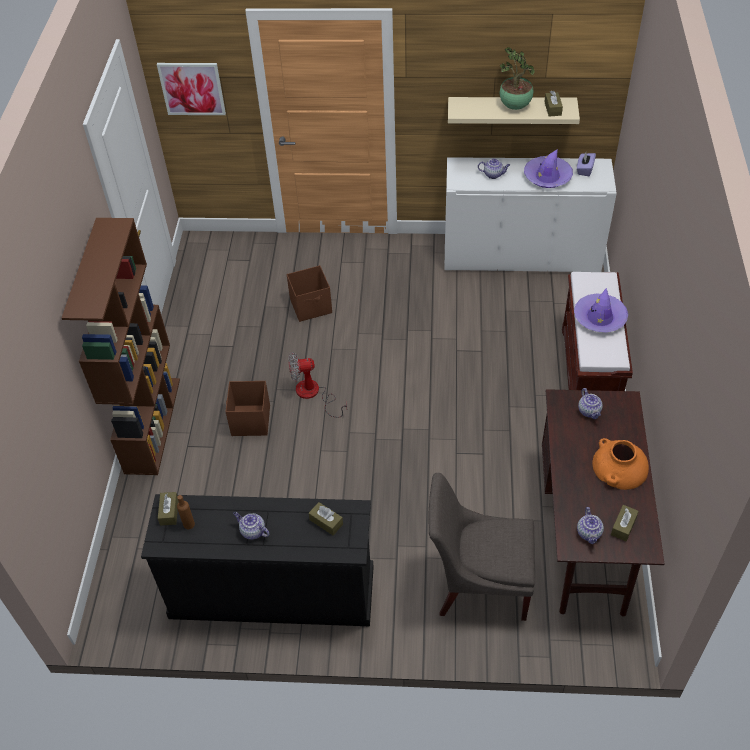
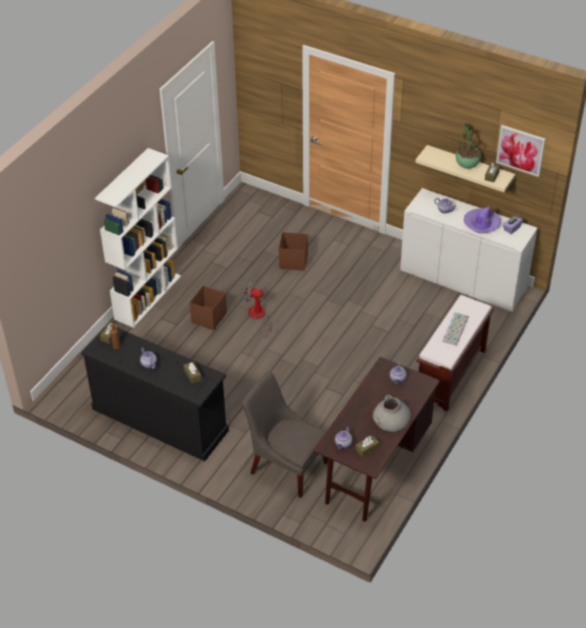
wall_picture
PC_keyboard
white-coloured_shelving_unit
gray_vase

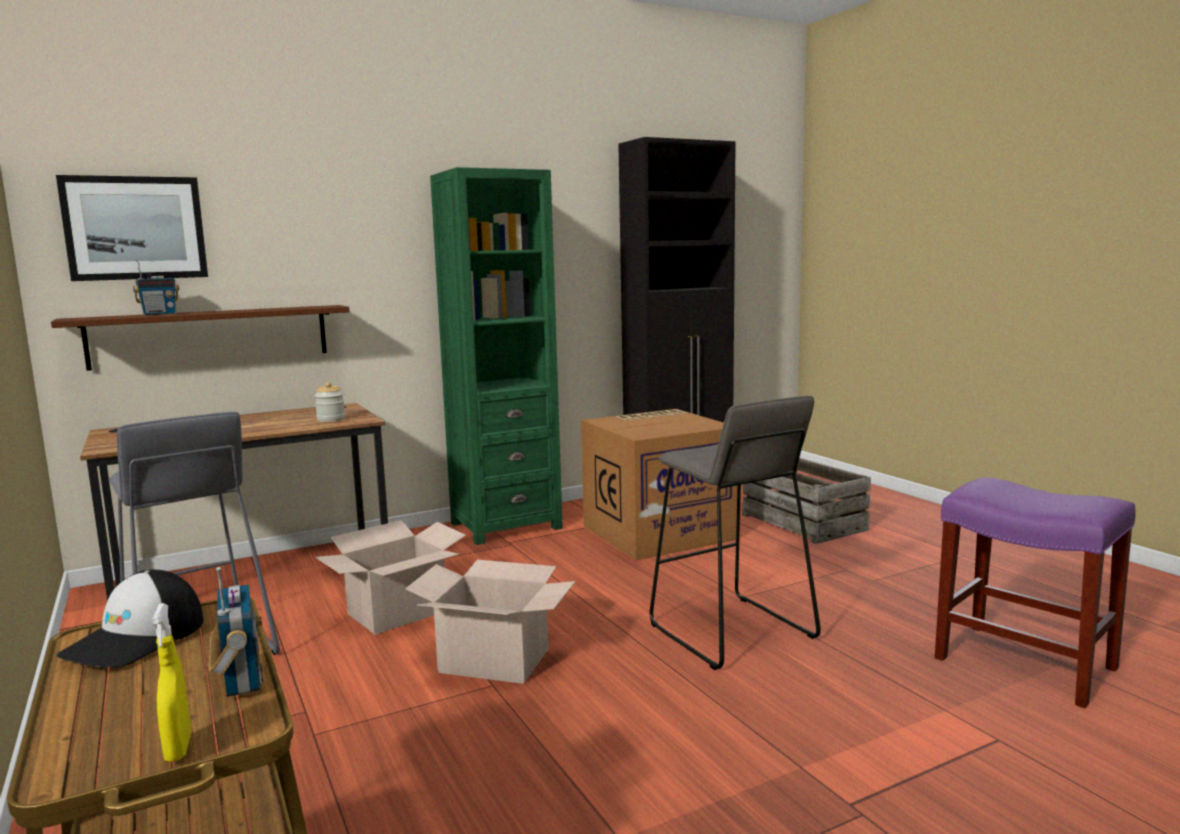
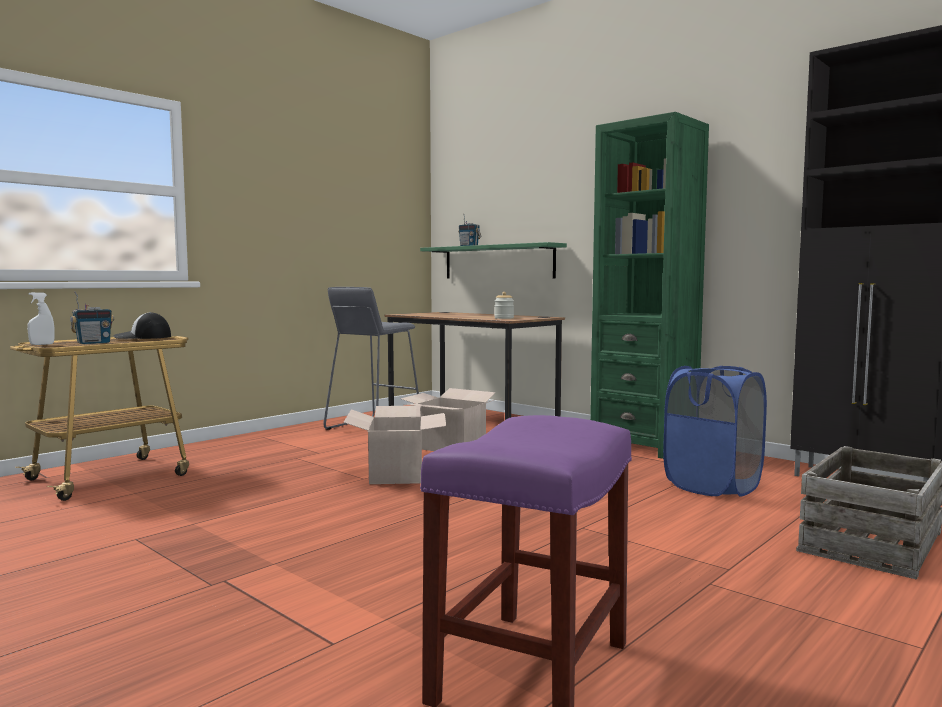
wall_picture
gray_stool_seat (no. 2 from left in the first image)
blue_washing_basket
green_shelf
white-coloured_hand_sprayer

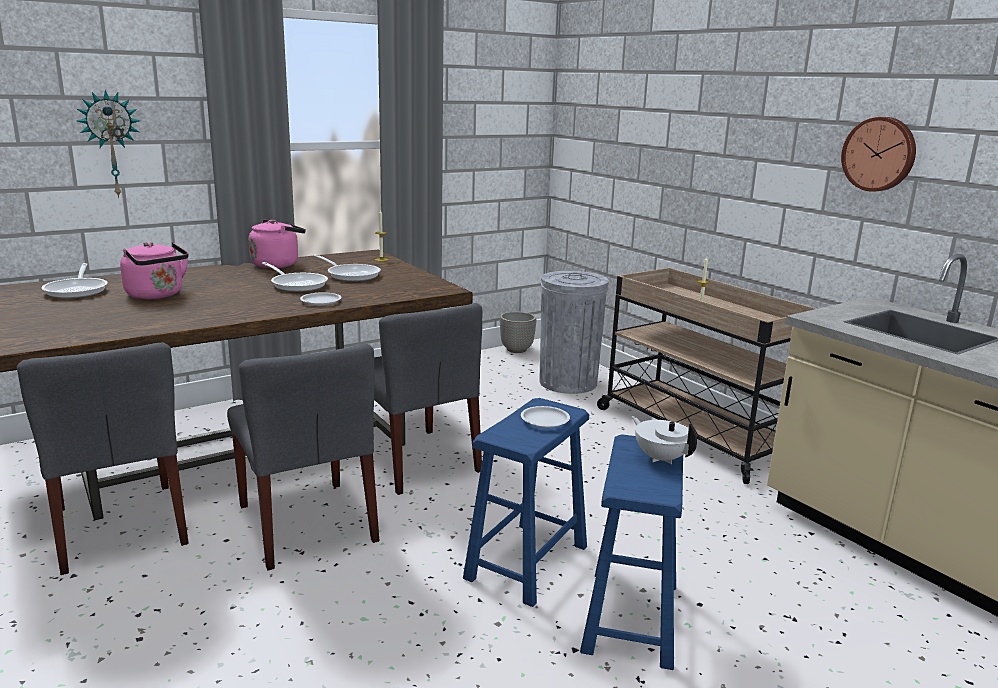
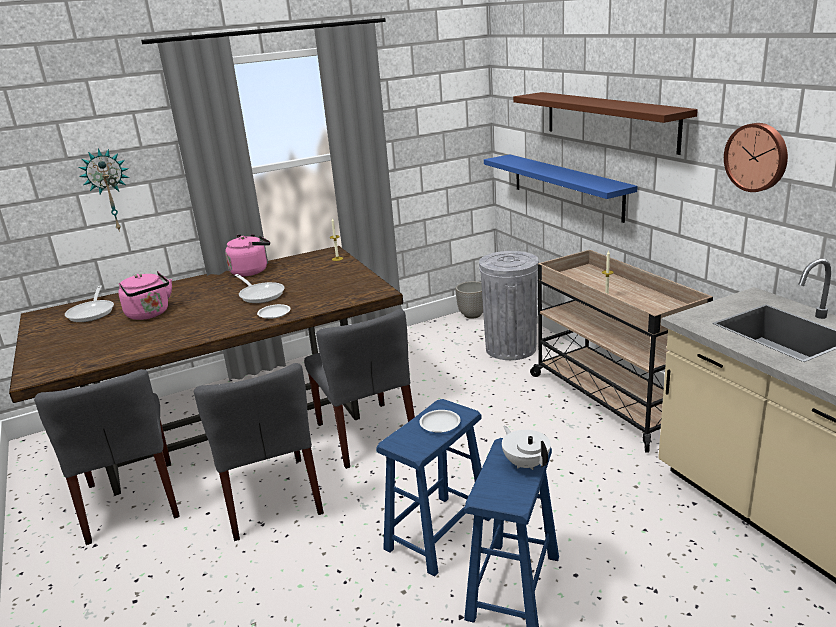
skillet (no. 3 from left in the first image)
blue_shelf
brown-coloured_shelf

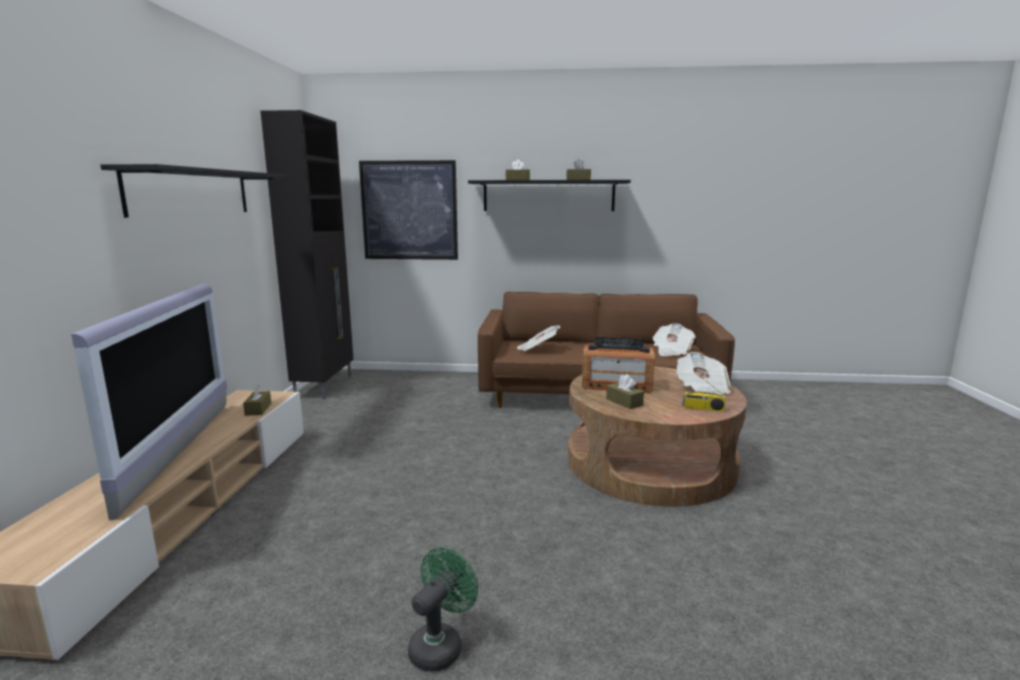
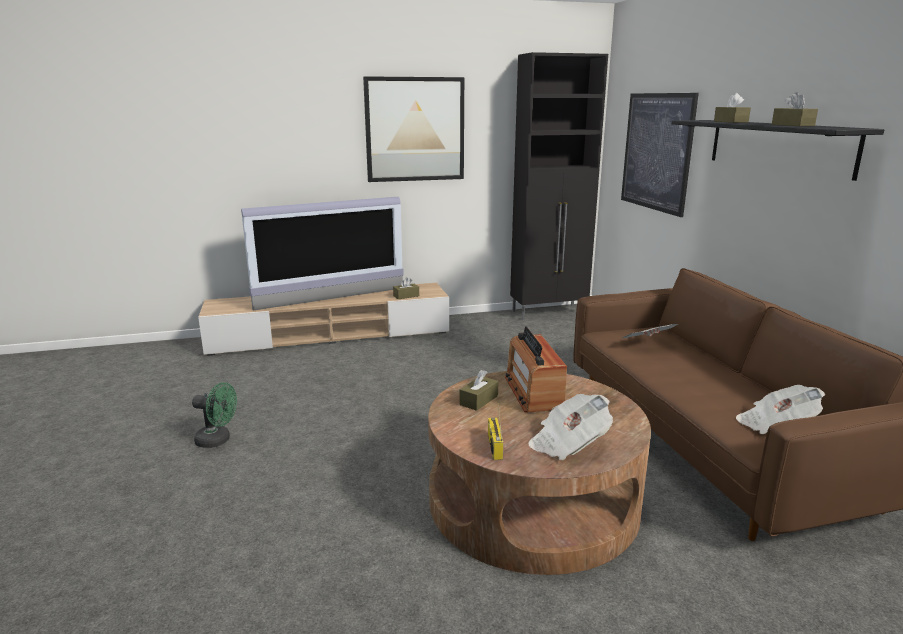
wall_picture (no. 1 from left)

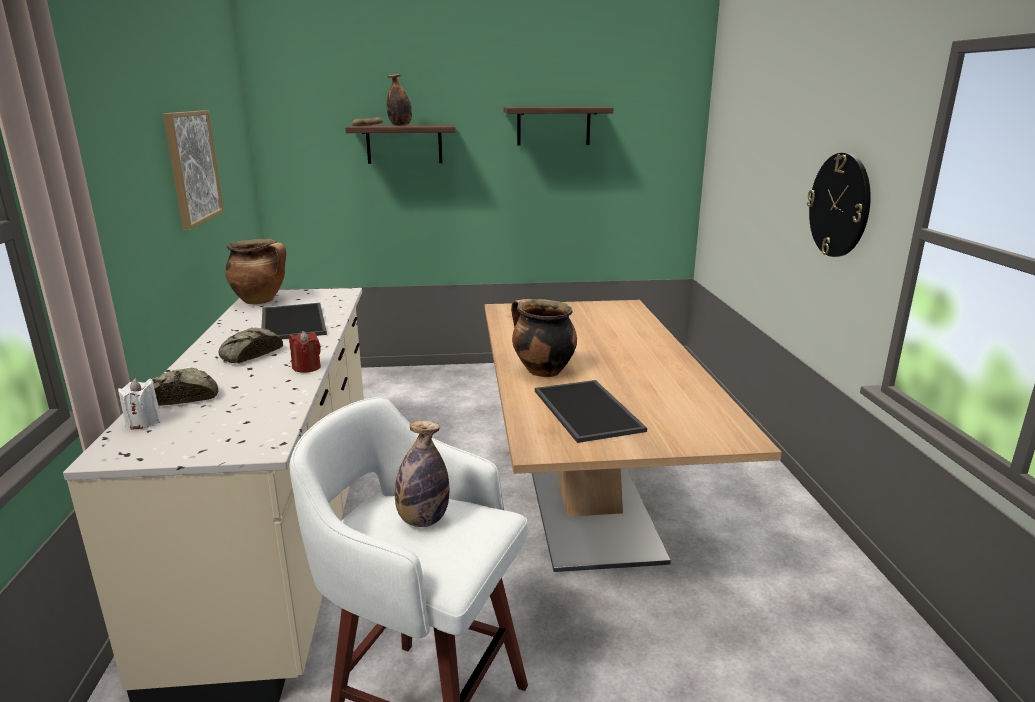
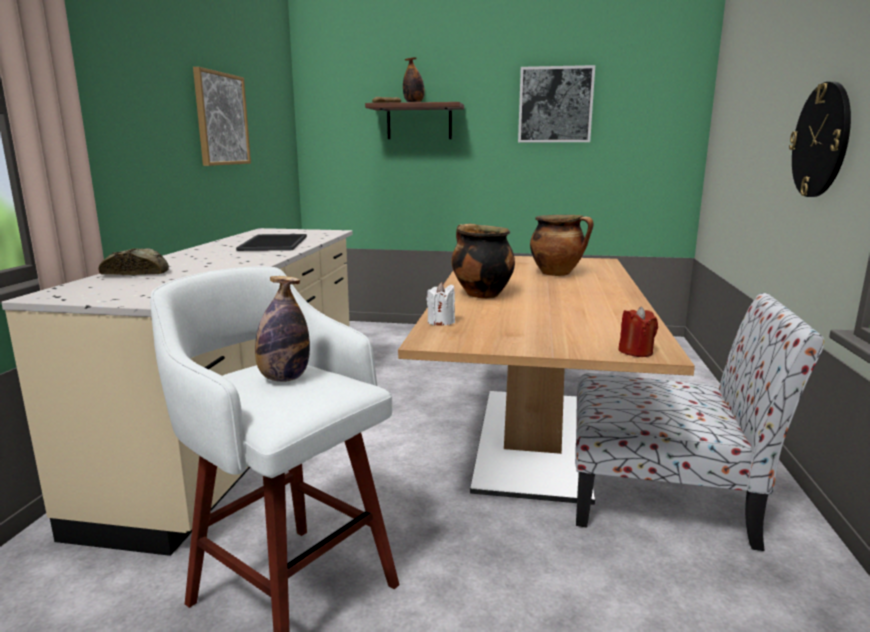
baked_bread (no. 2 from left in the first image)
carrying_tray (no. 2 from left in the first image)
chair
white-coloured_wax_light
saucepot (no. 2 from left)
red-coloured_wax_light
wall_picture (no. 2 from left)

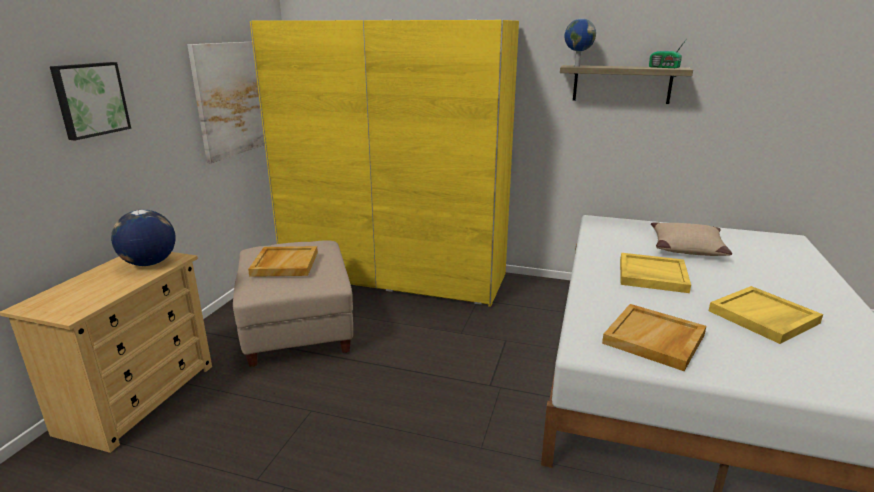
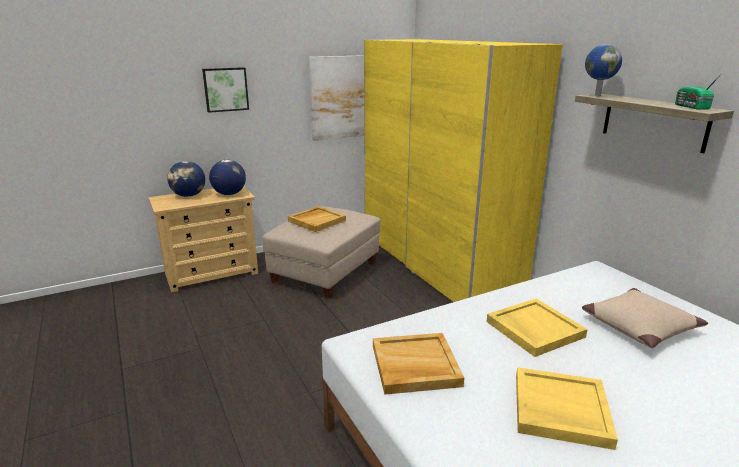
globe (no. 1 from left)

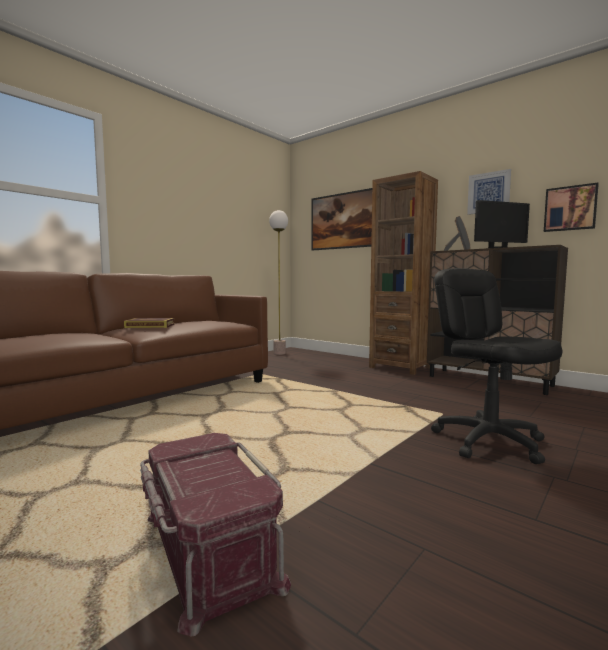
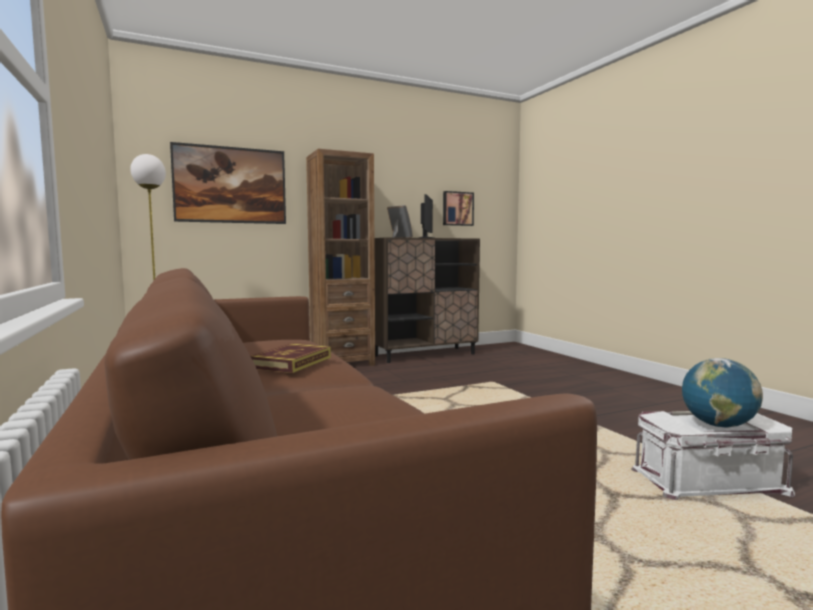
blackish_office_chair
wall_picture (no. 2 from left in the first image)
globe
white-coloured_storage_bin

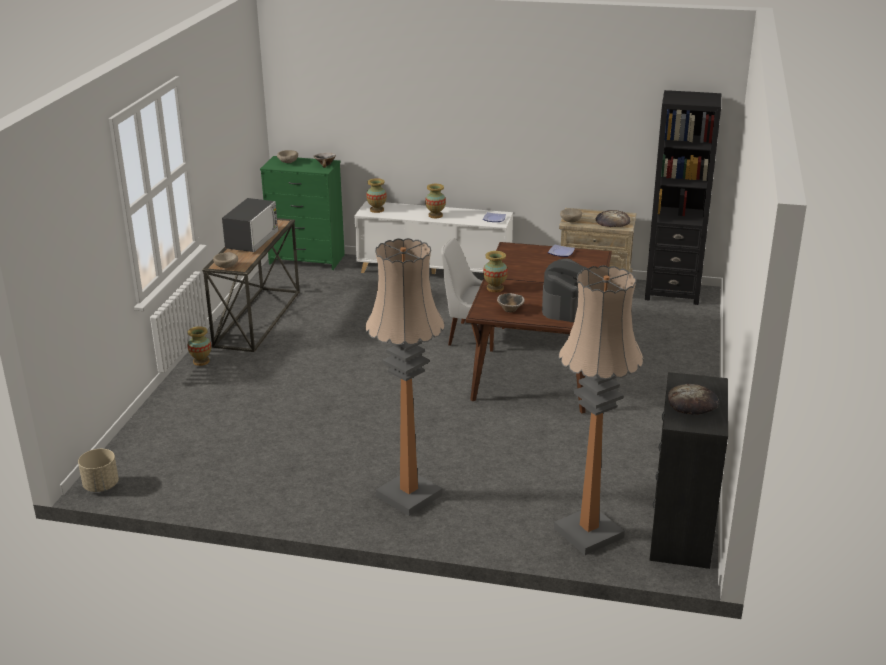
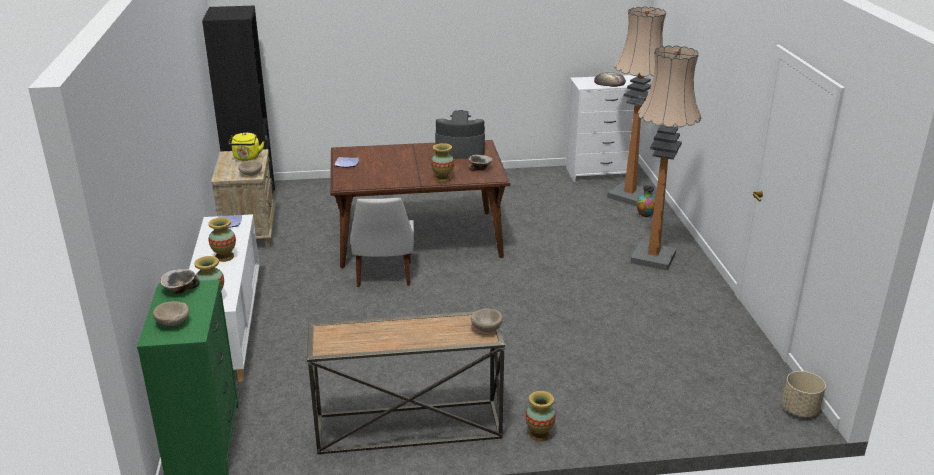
kitchen_microwave
vase (no. 5 from left)
yellow_water_kettle
white-coloured_drawer_chest

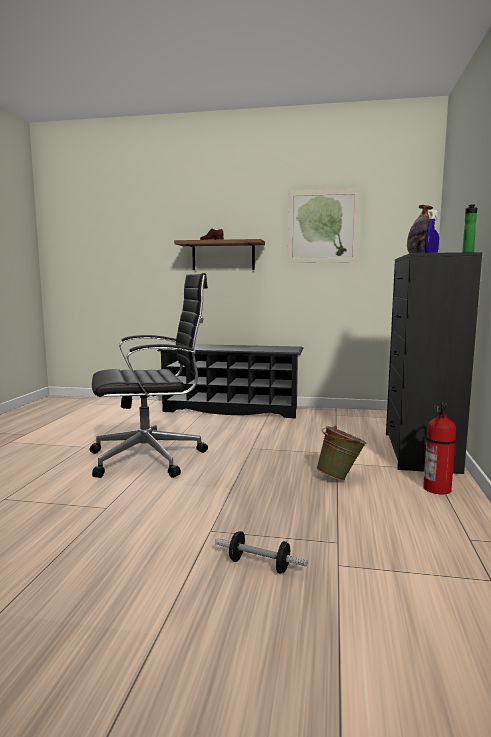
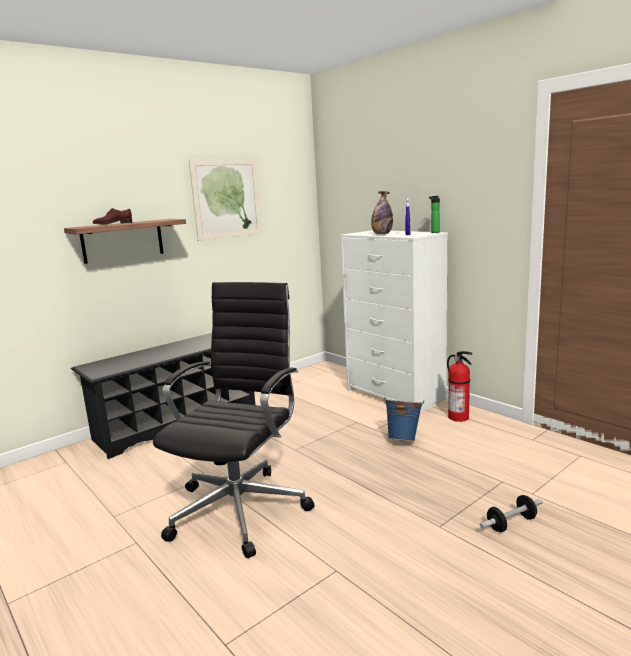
blue_pail
white-coloured_drawer_chest

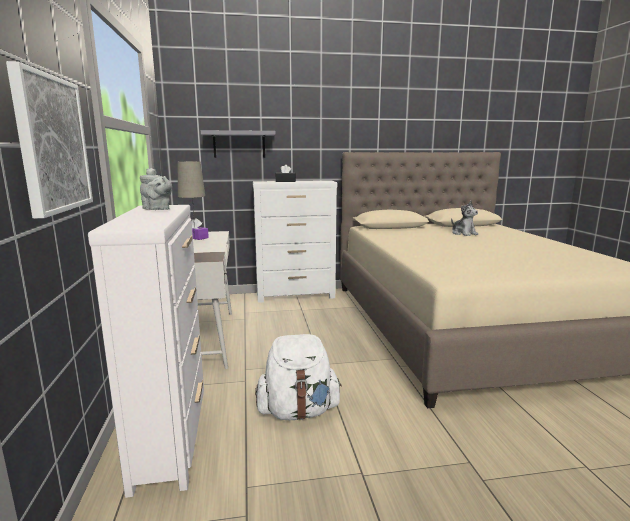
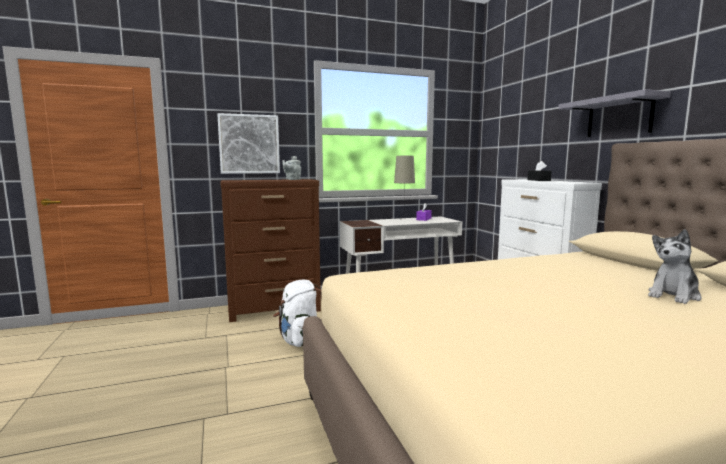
gray_shelf
brown-coloured_drawer_chest

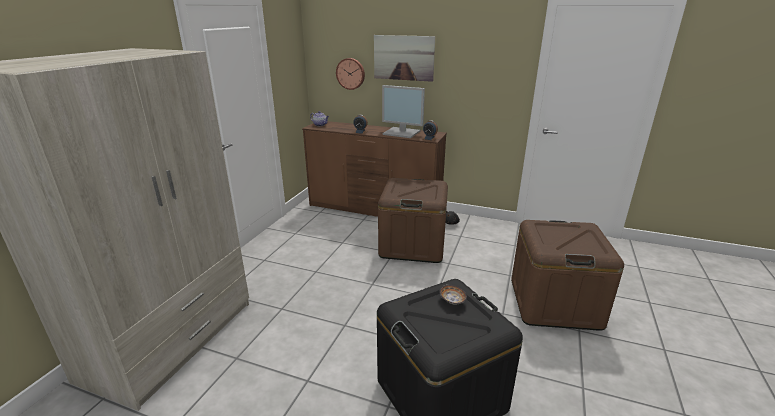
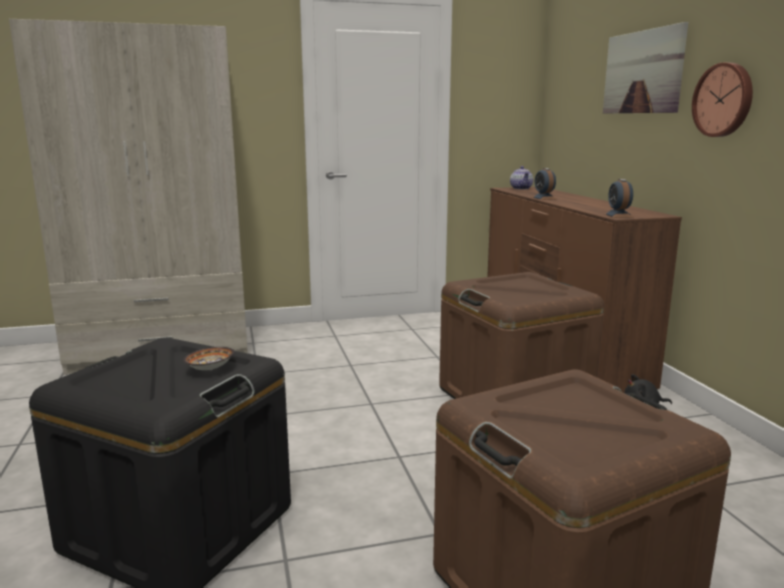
computer_screen
wall_clock

